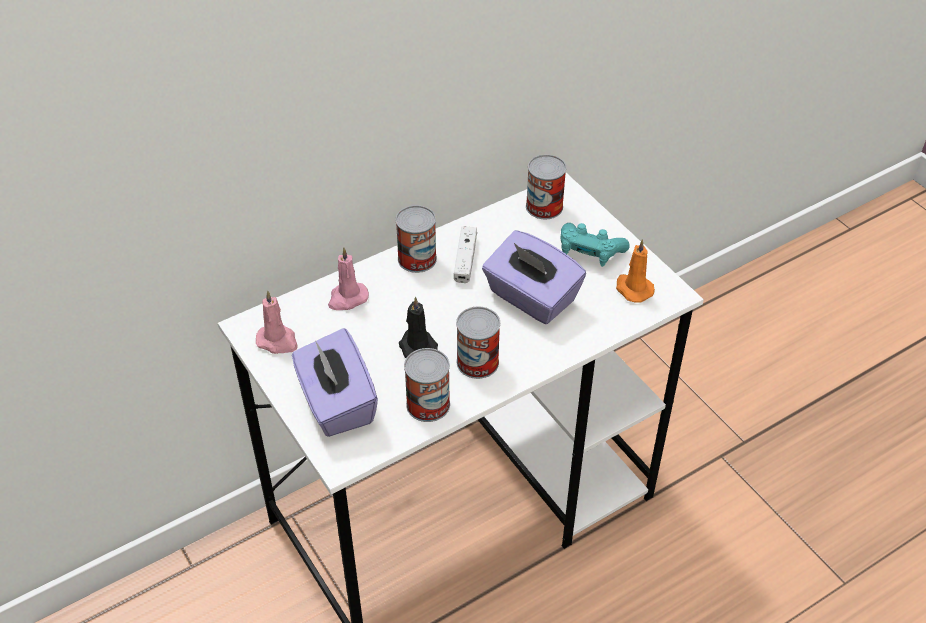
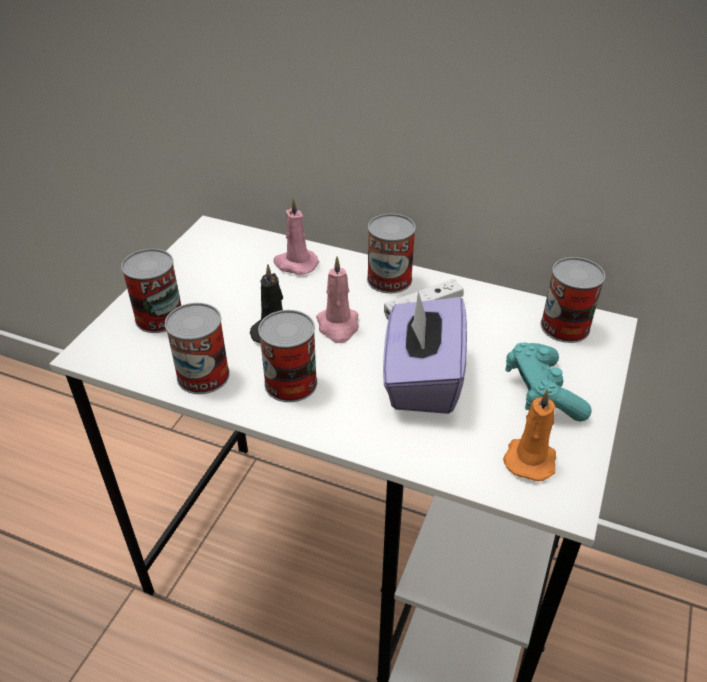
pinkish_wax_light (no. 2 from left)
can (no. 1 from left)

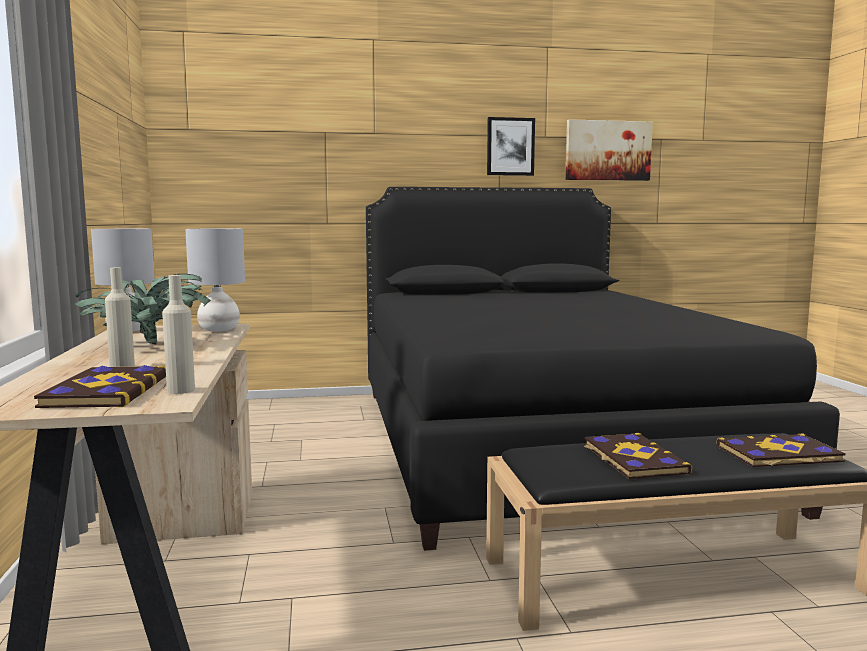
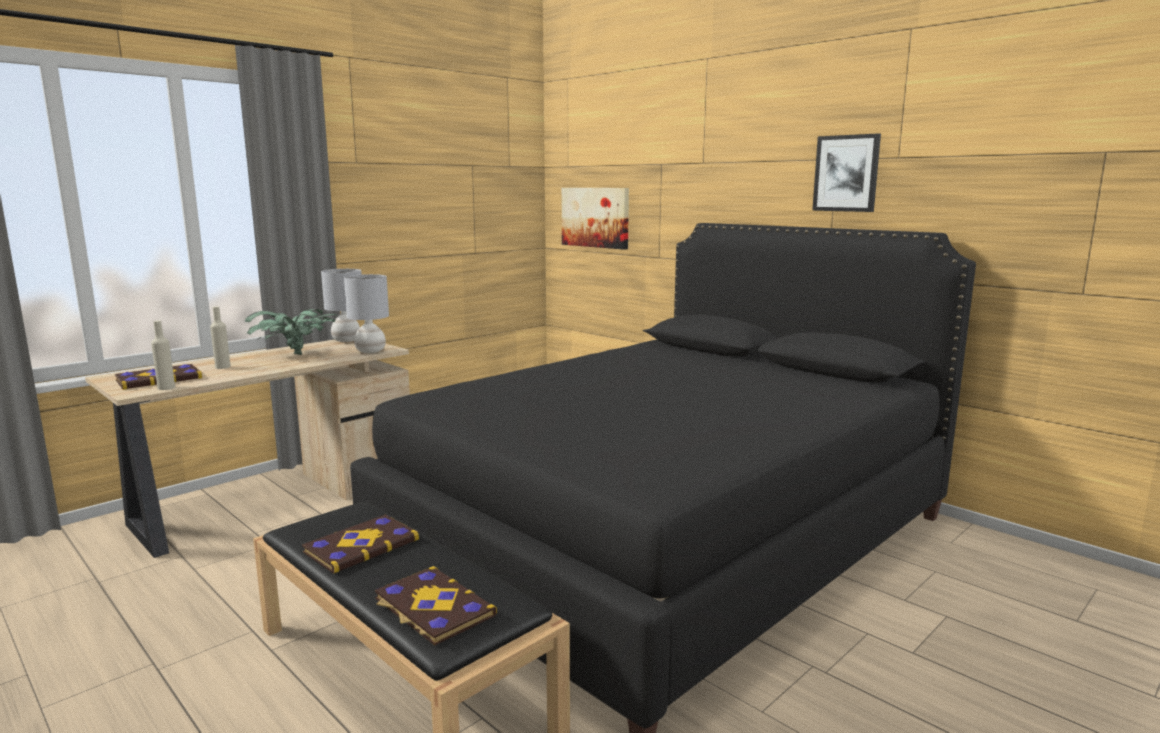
wall_picture (no. 1 from left)

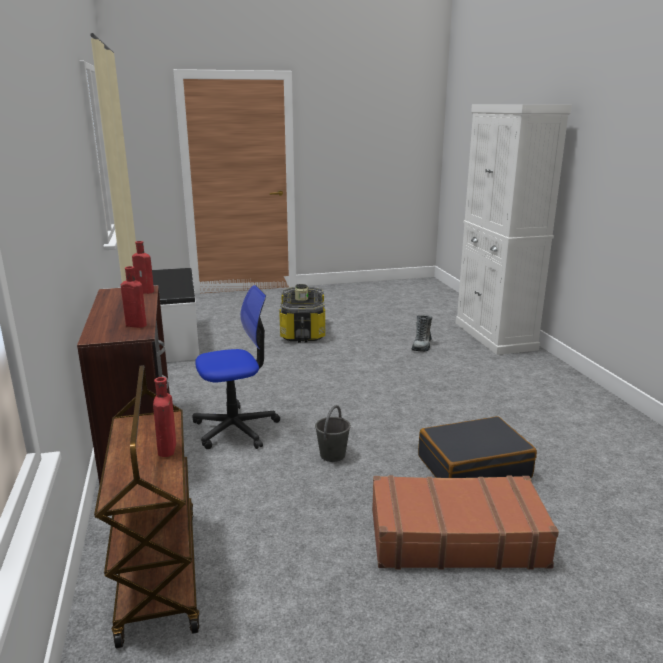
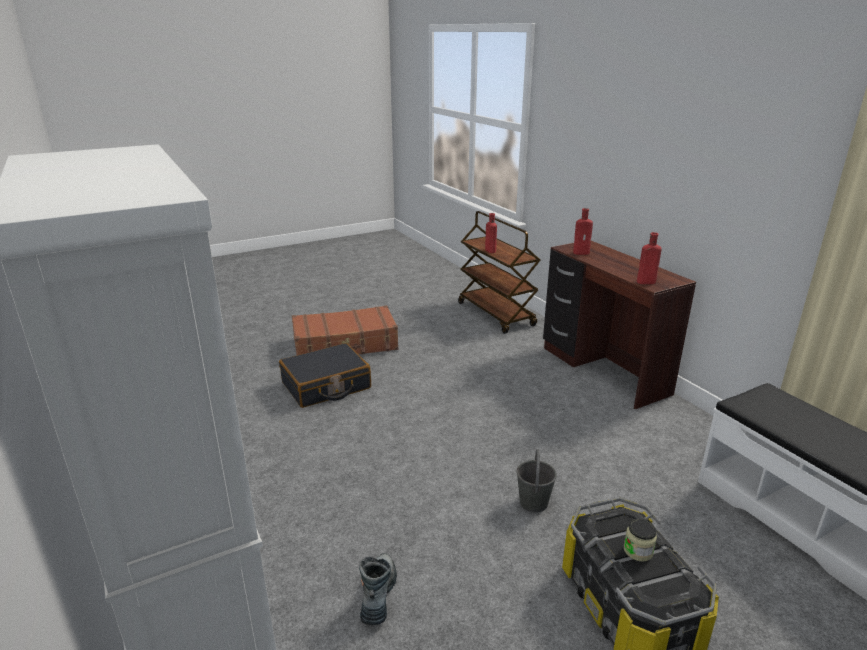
office_chair
gray_pail

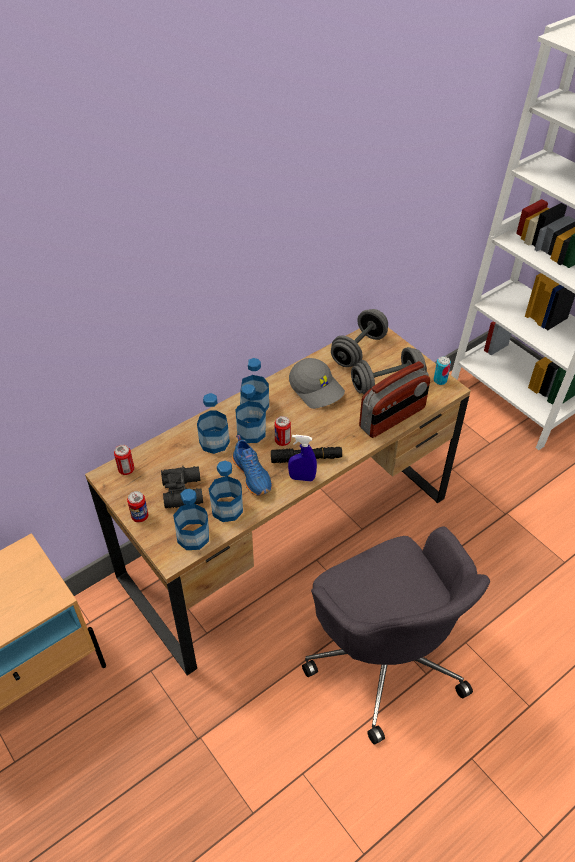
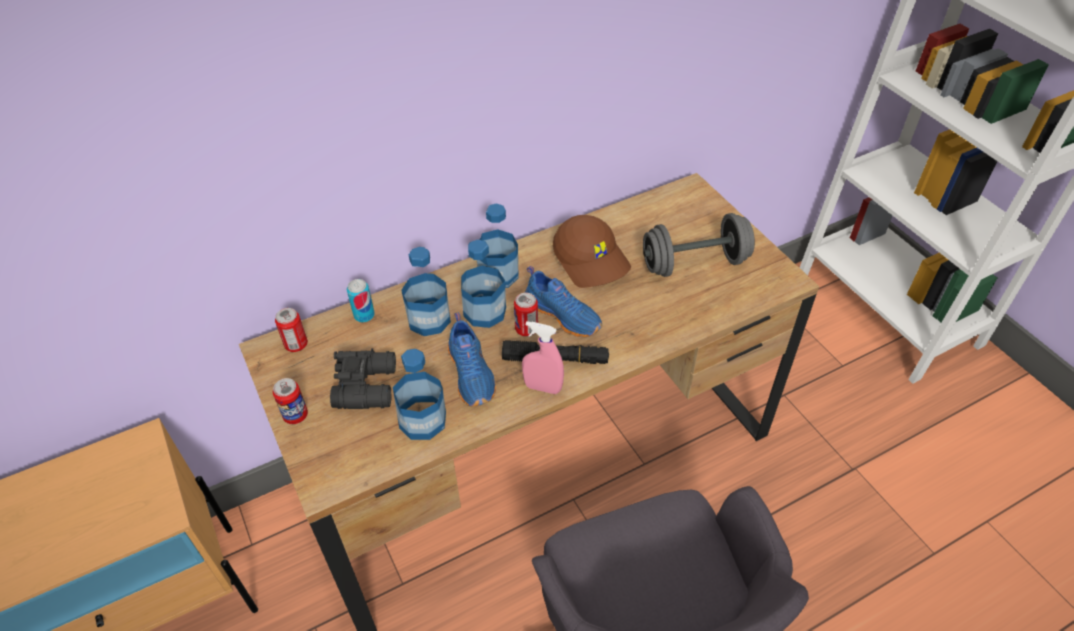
beverage_bottle (no. 1 from left in the first image)
gray_dumbbell (no. 1 from left in the first image)
radio_set
blue_low_shoe (no. 2 from left)
can (no. 3 from left)
pinkish_hand_sprayer
brown-coloured_cap

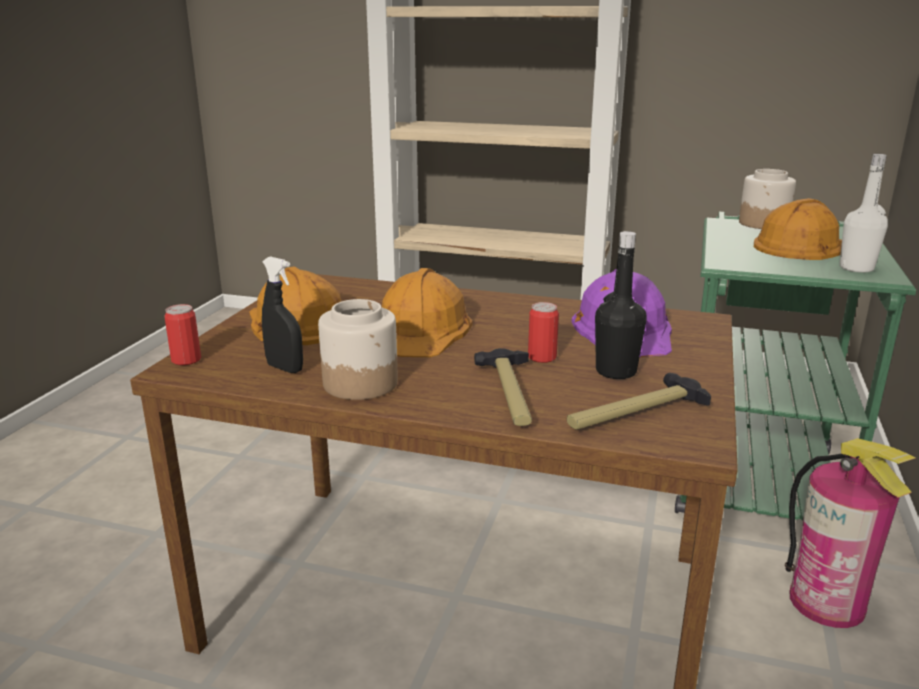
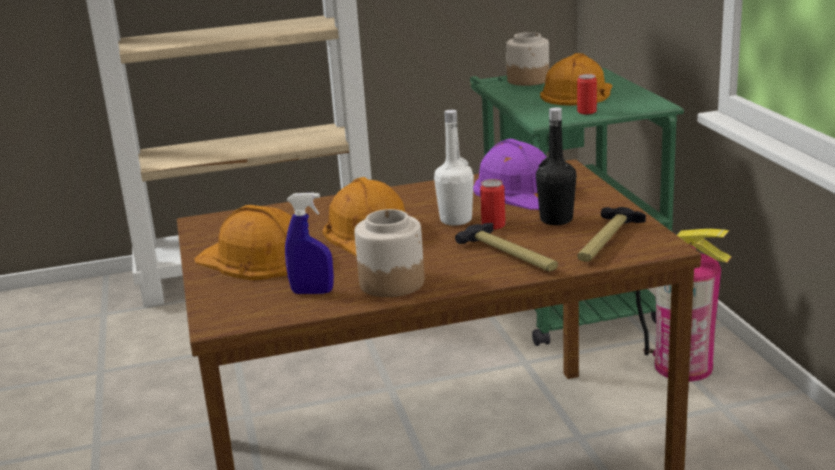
can (no. 2 from left)
white-coloured_beverage_bottle
blue_hand_sprayer

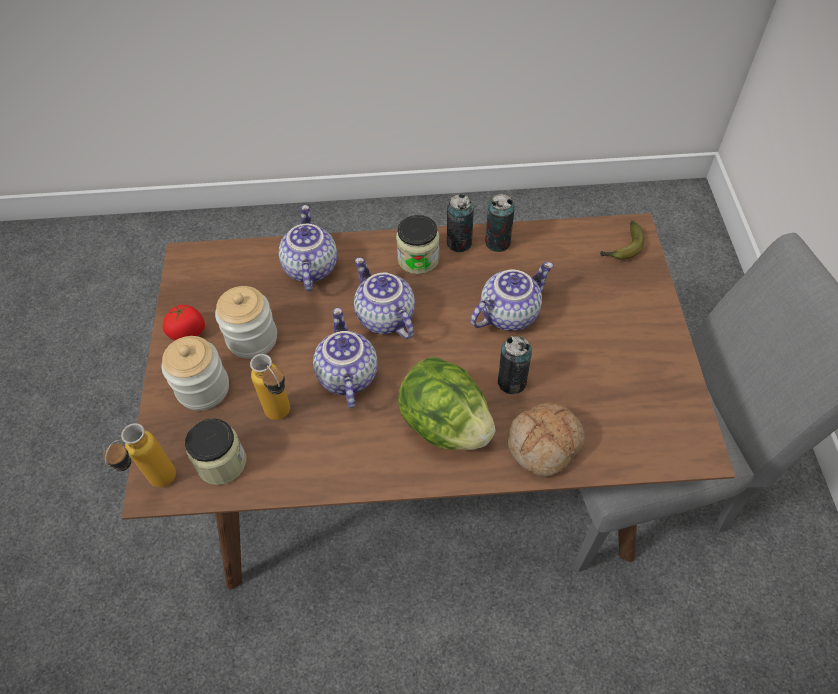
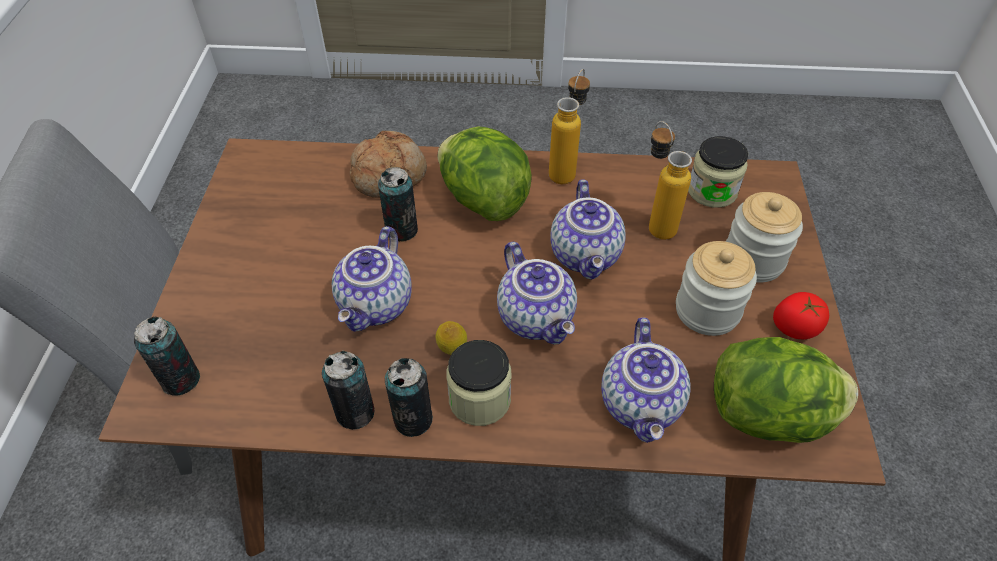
citrus_fruit
lettuce (no. 2 from left)
beverage_bottle (no. 1 from left)
can (no. 1 from left)
pot_for_tea (no. 1 from left)

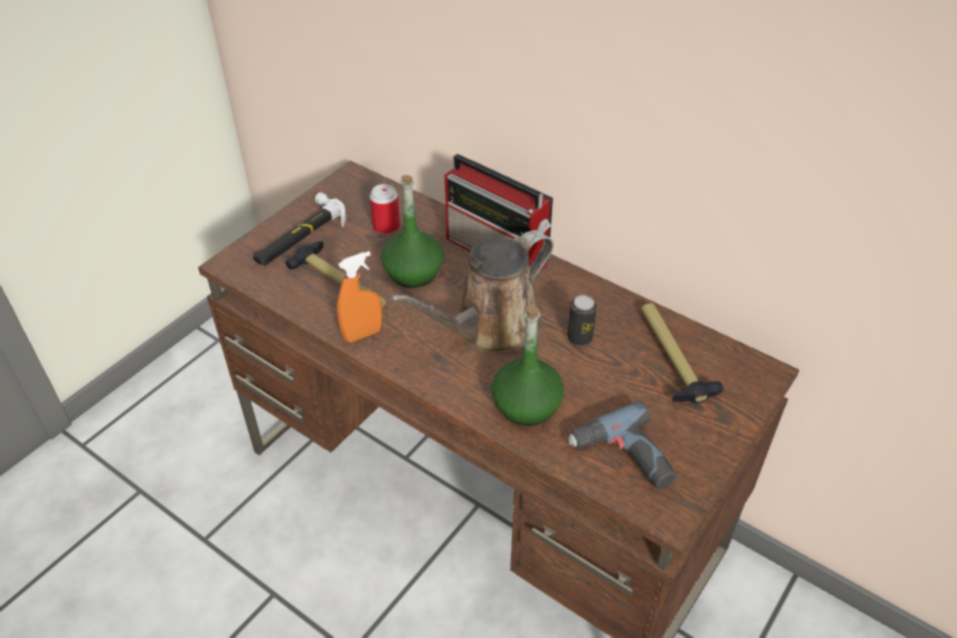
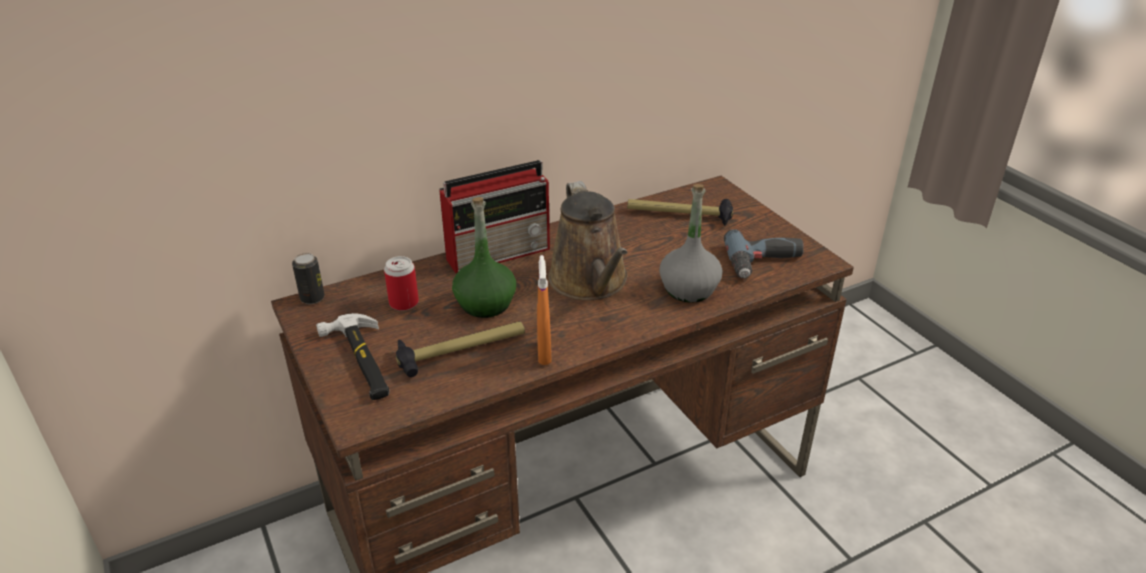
can (no. 1 from left)
gray_beverage_bottle

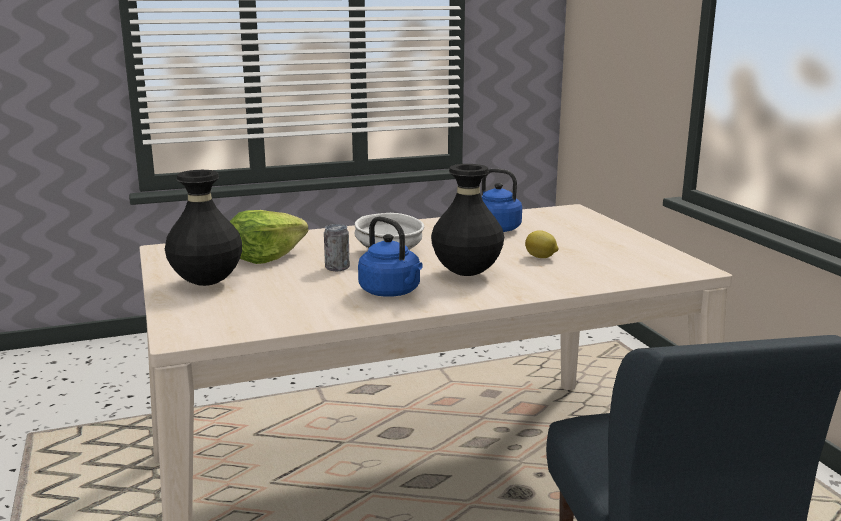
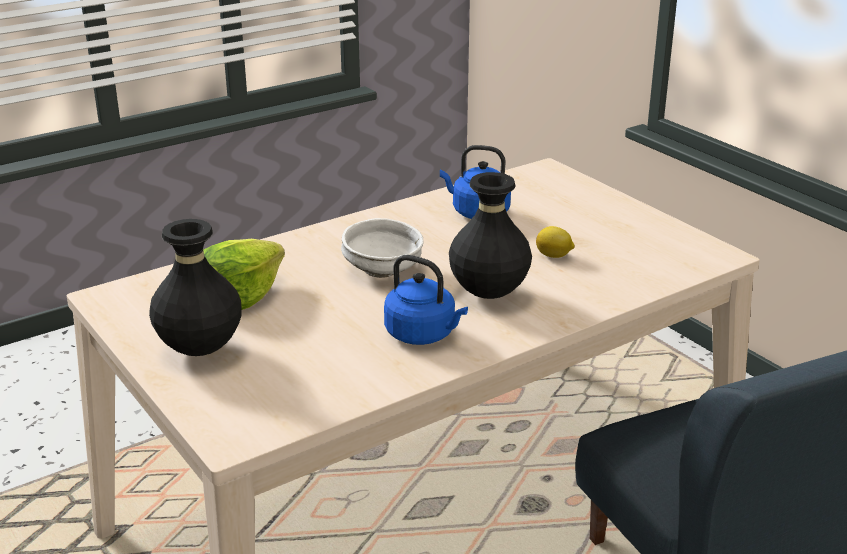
can

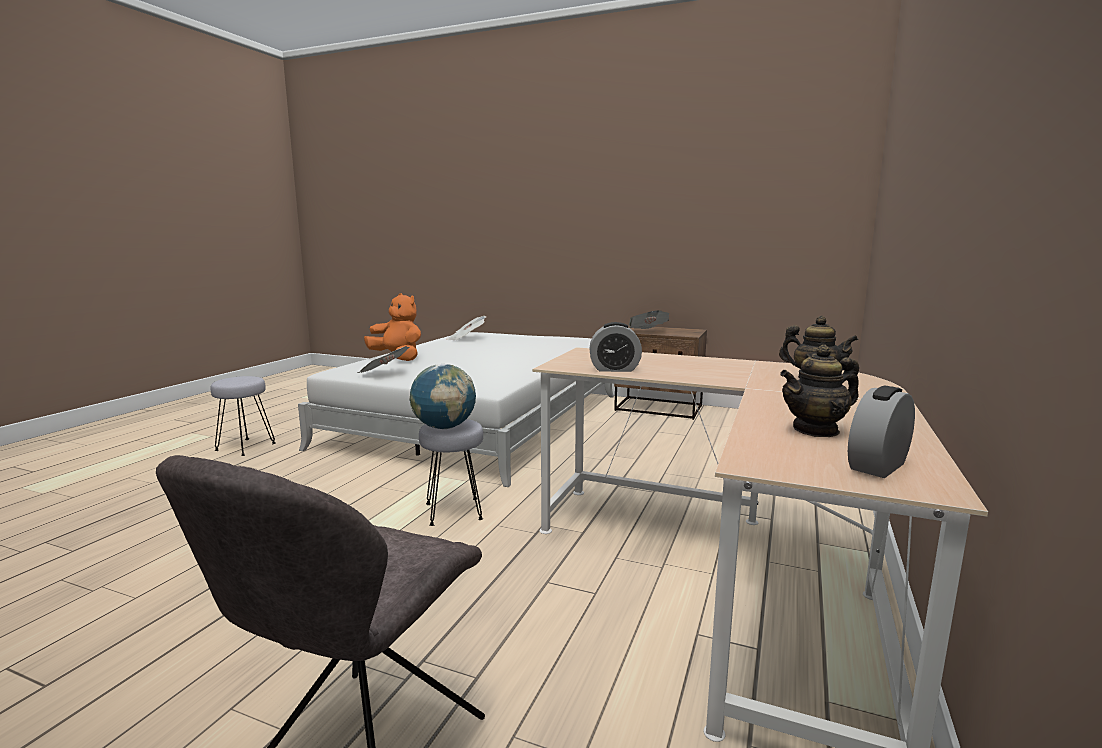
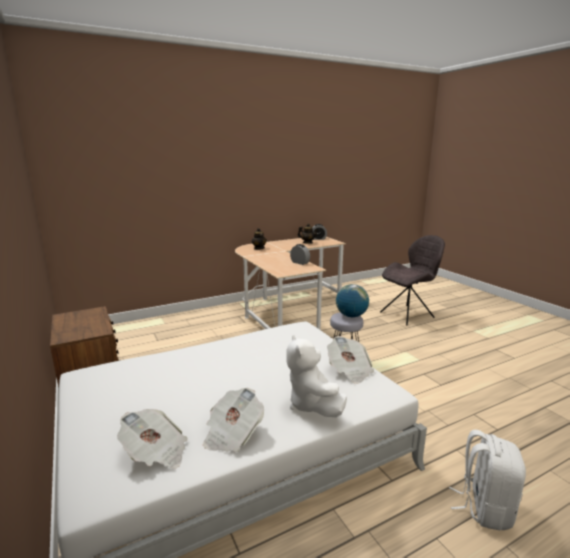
daily_paper (no. 2 from left)
white-coloured_rucksack
white-coloured_soft_toy

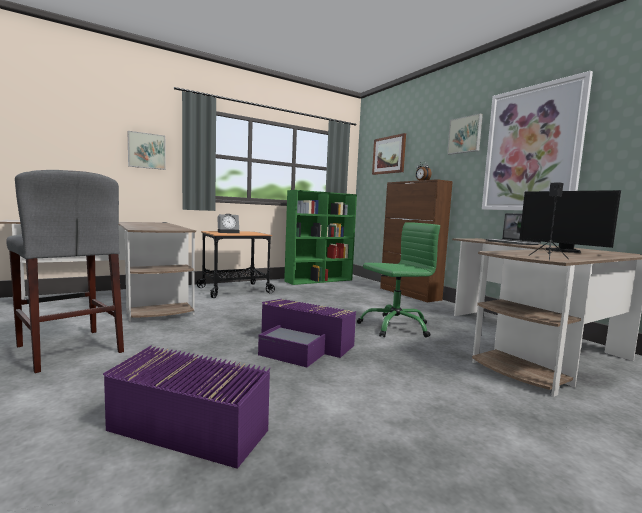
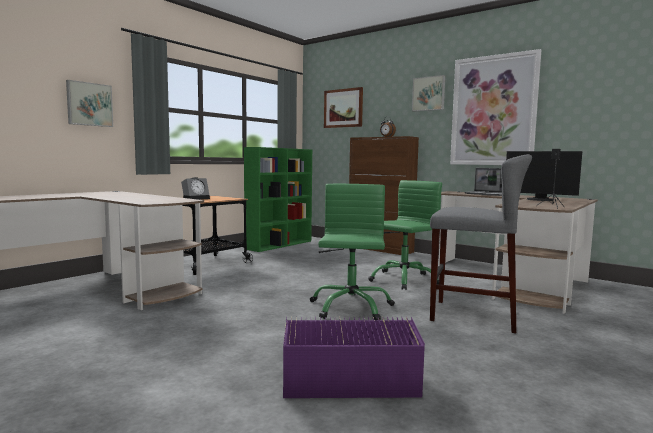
gray_stool_seat
green_office_chair (no. 1 from left)

